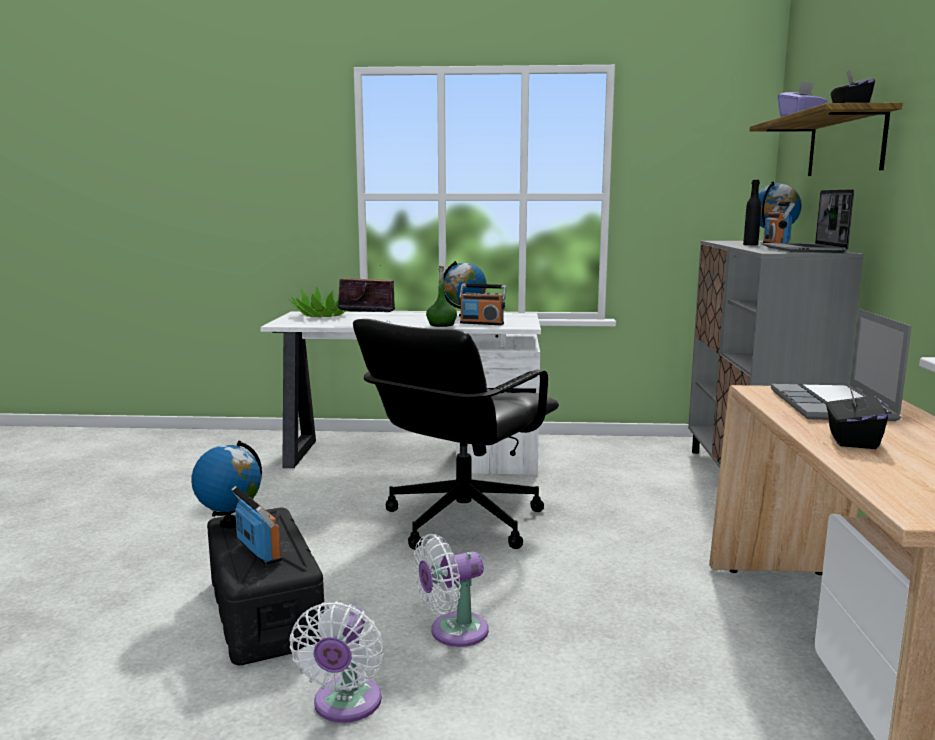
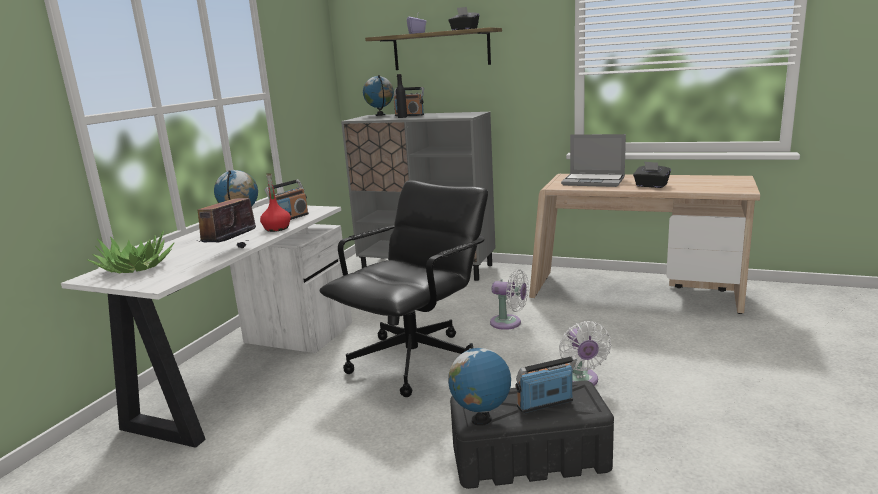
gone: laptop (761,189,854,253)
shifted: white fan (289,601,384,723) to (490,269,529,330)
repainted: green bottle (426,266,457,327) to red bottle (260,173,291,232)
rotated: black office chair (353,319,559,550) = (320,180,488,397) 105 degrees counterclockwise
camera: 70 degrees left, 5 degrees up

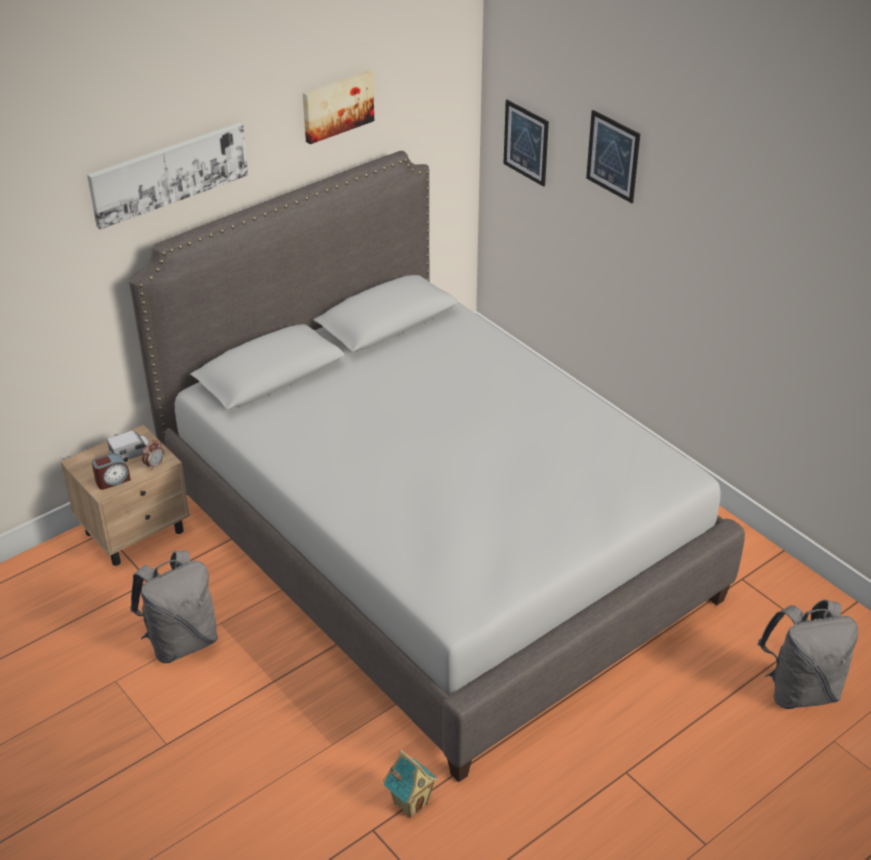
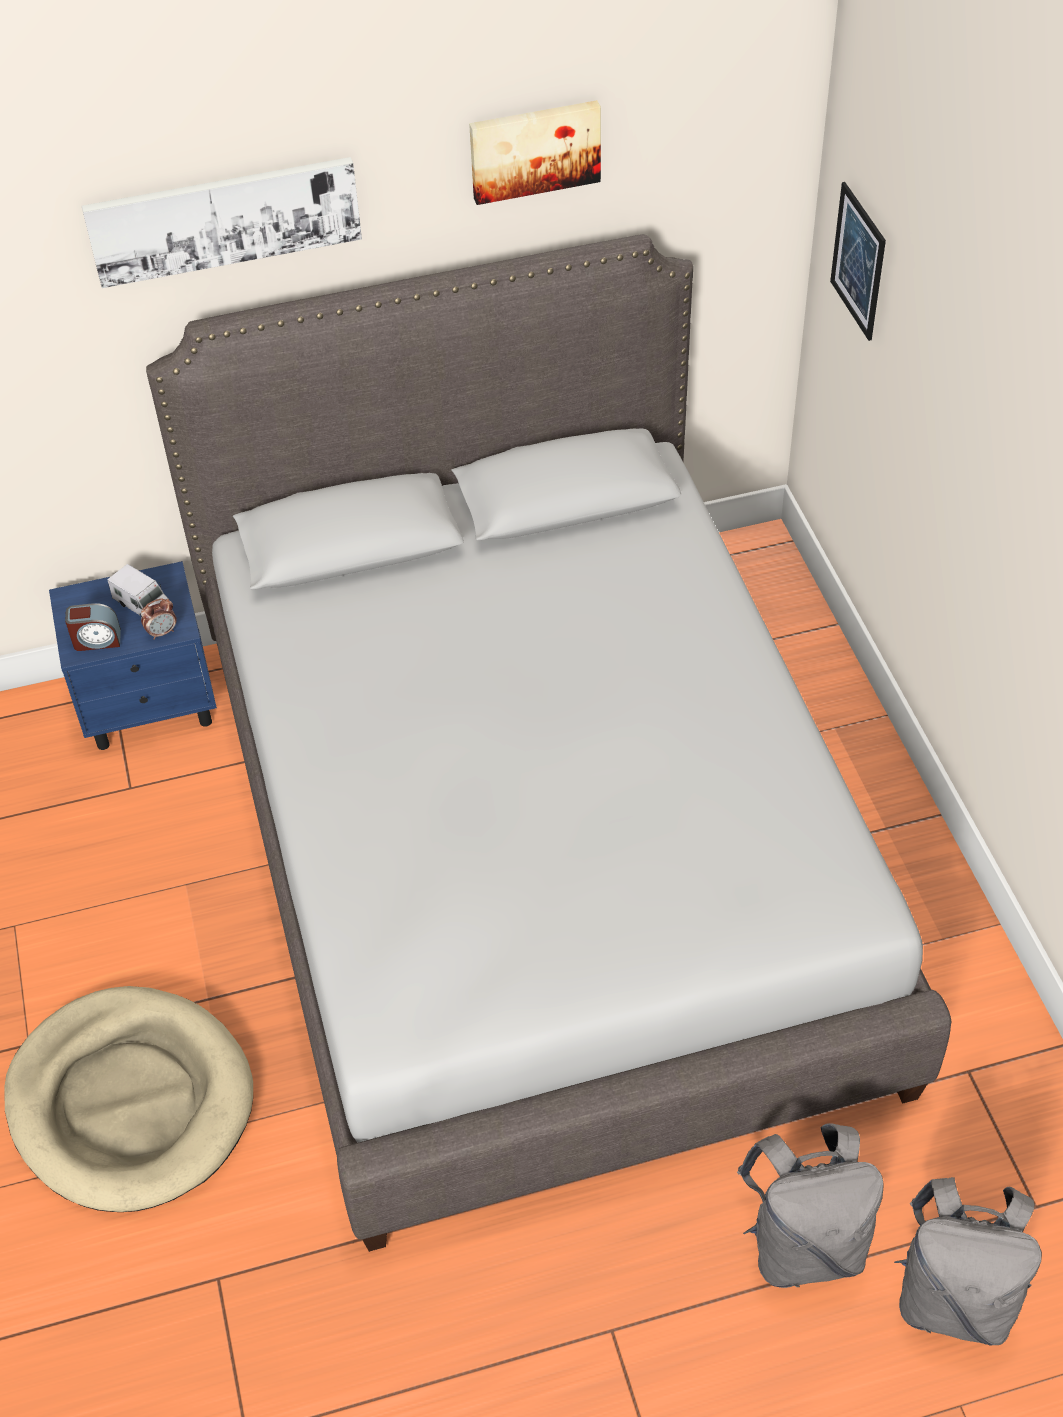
gone: toy house (383,750,438,818); picture (586,110,640,203)
new: beige dog bed (4,986,253,1212)
shifted: grey backpack (130,551,218,663) to (737,1123,883,1288)
repainted: beige nightstand (61,425,190,566) to blue nightstand (49,561,217,750)
rotated: toy truck (107,430,150,462) = (108,564,169,617) 45 degrees clockwise
camera: 25 degrees right, 10 degrees up

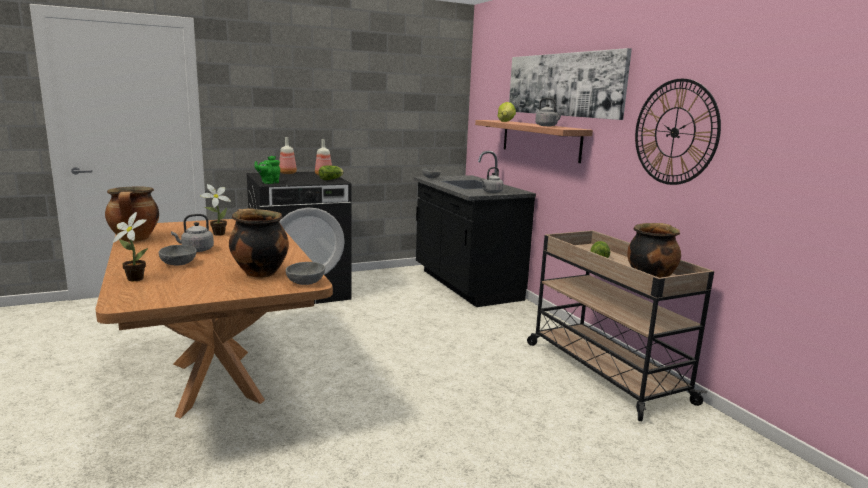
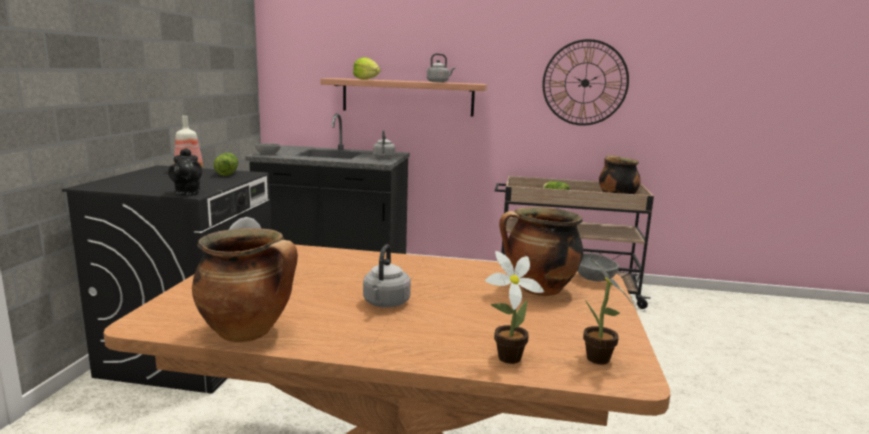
gone: grey bowl (159,245,197,265); bottle (279,137,297,174); picture (509,48,632,120)
shifted: potted plant (201,184,231,236) to (583,258,633,365)
repainted: green teapot (254,156,280,184) to black teapot (168,148,202,195)
camera: 55 degrees left, 0 degrees up

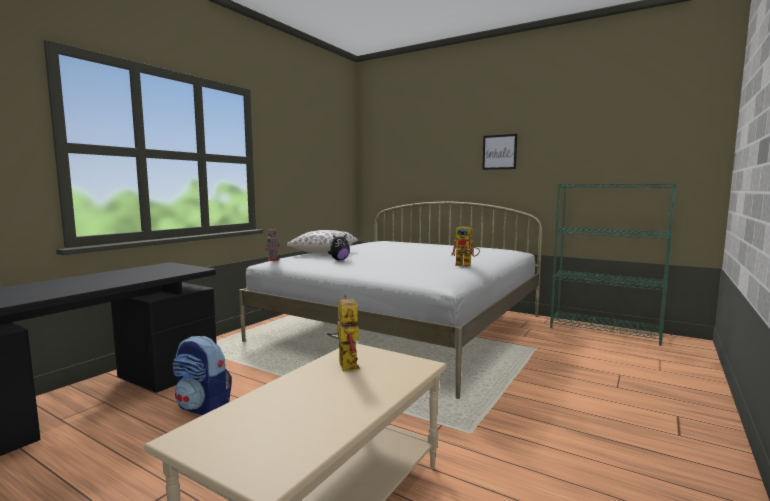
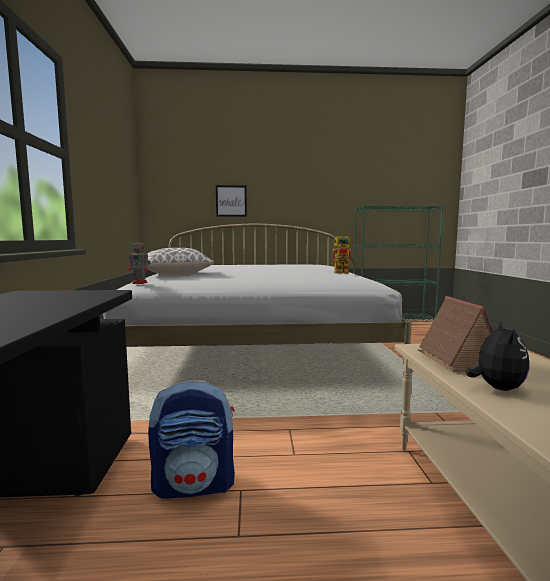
shifted: plush toy (328,235,350,260) to (466,320,530,391); picture (482,134,517,170) to (216,185,247,217)
swapped: toy robot (327,294,360,372) to toy house (418,296,493,372)
camera: 35 degrees left, 0 degrees up

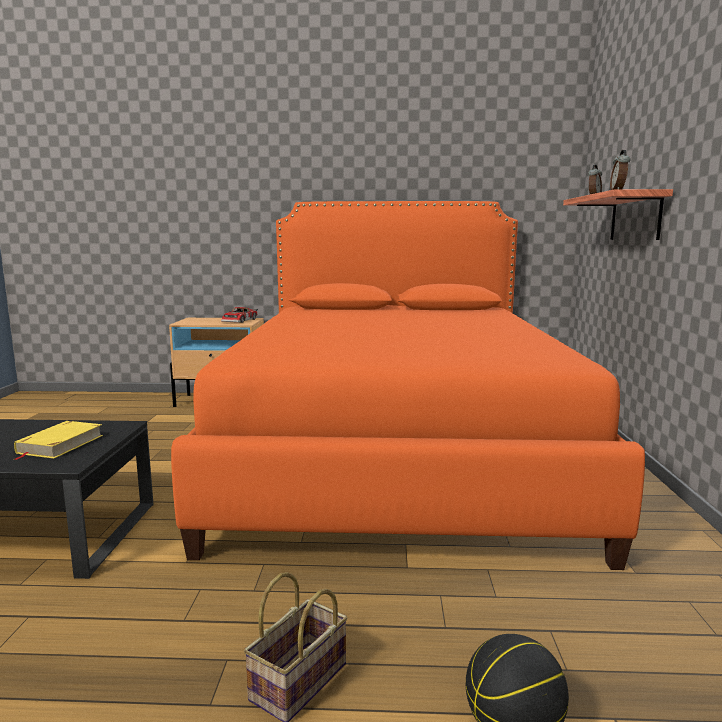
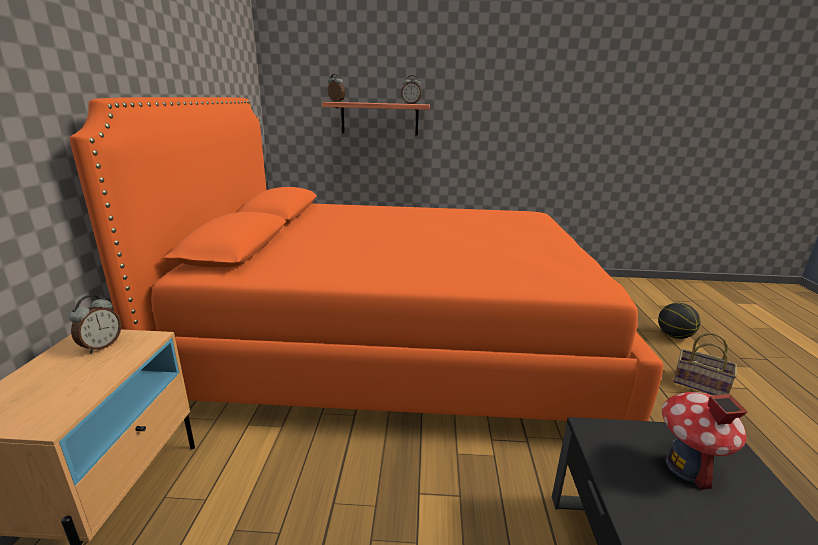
swapped: yellow book (14,421,103,460) to toy house (662,392,748,490); toy car (221,307,258,323) to alarm clock (69,295,122,353)
camera: 90 degrees left, 10 degrees up

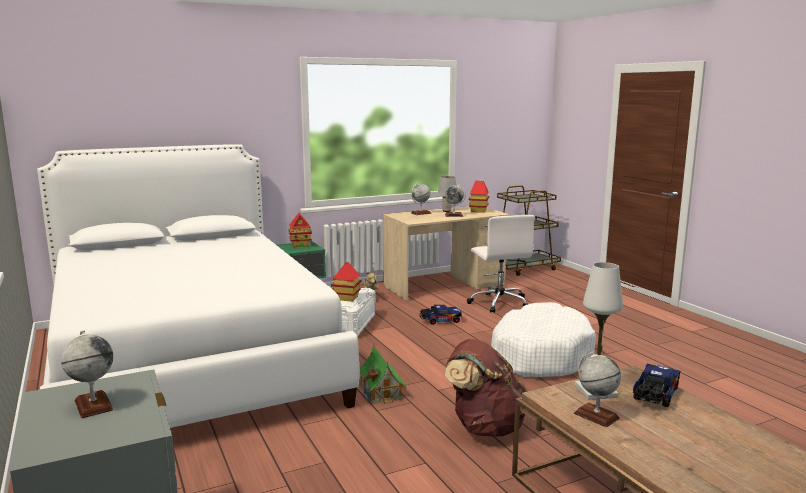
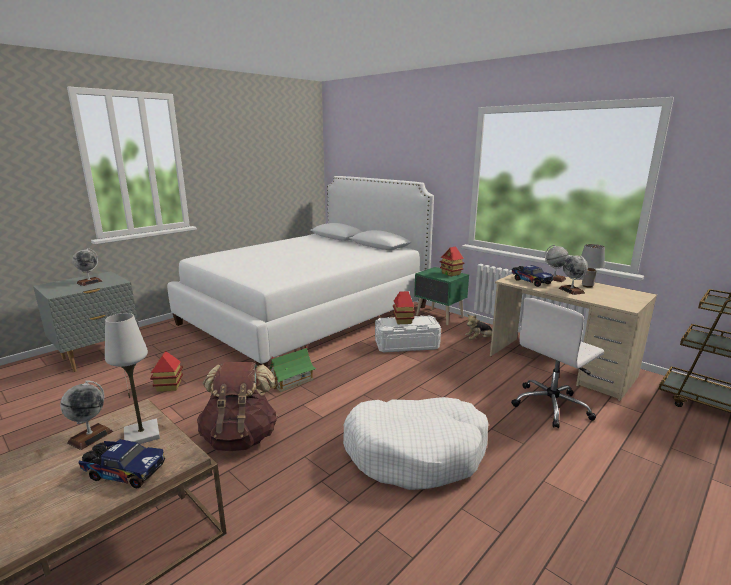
shifted: toy truck (420,305,462,325) to (512,265,553,287); toy house (469,181,489,213) to (150,351,183,392)
camera: 70 degrees right, 5 degrees up

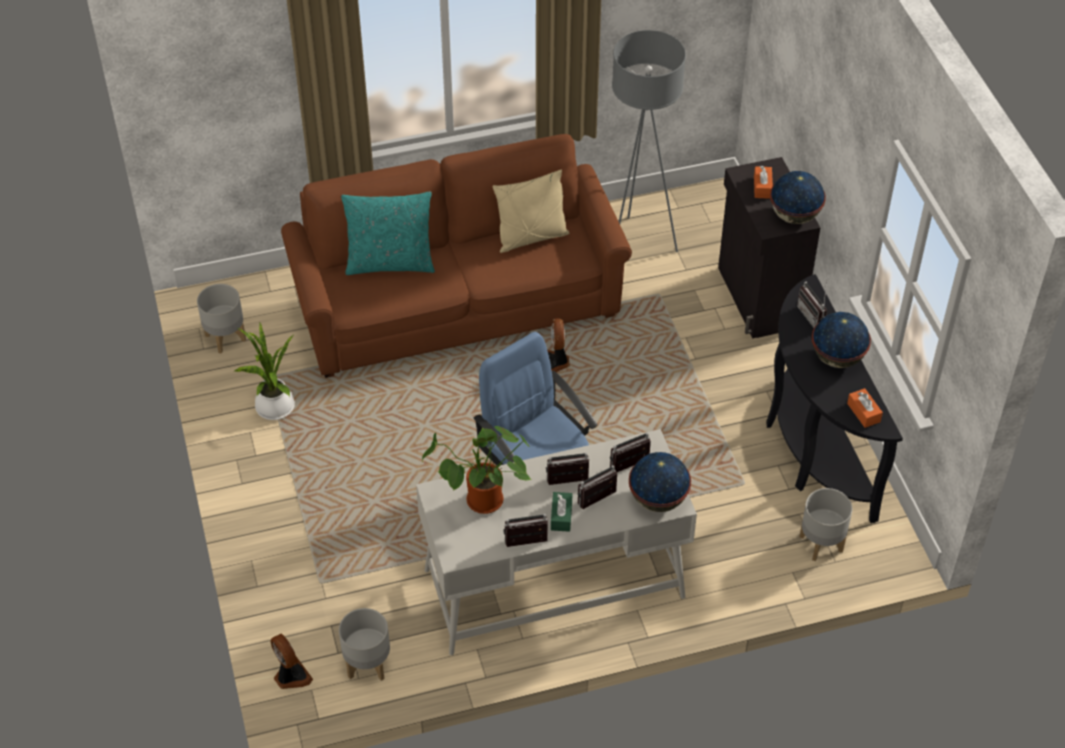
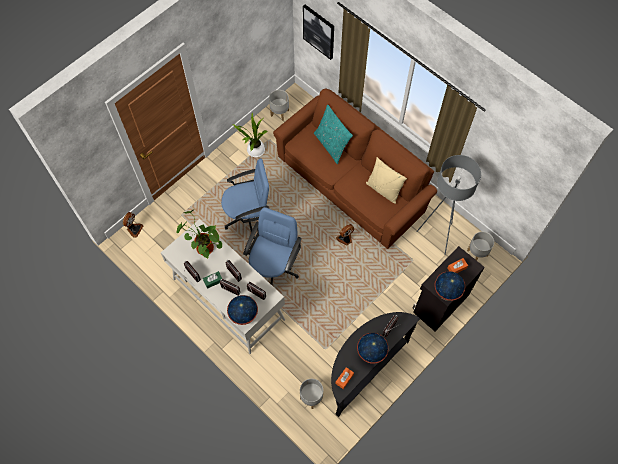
new: blue office chair (221,158,269,239); picture (303,5,334,60)
shifted: grey planter (339,608,390,681) to (467,231,494,260)
camera: 60 degrees right, 15 degrees up

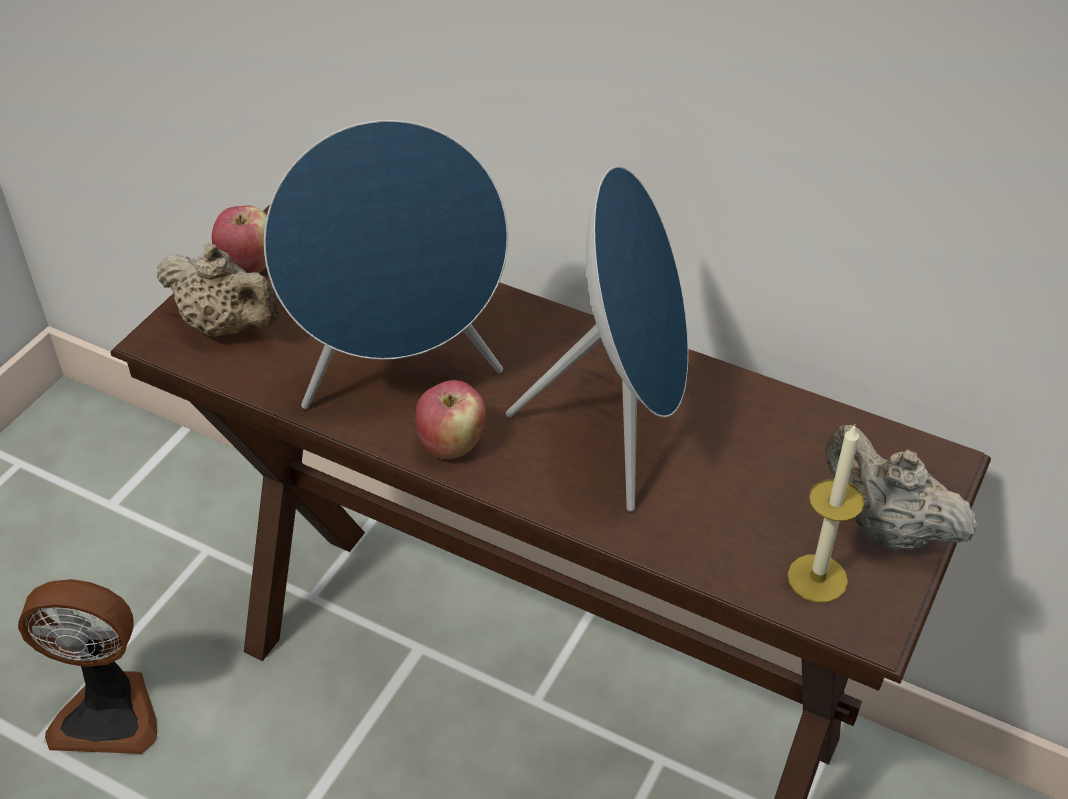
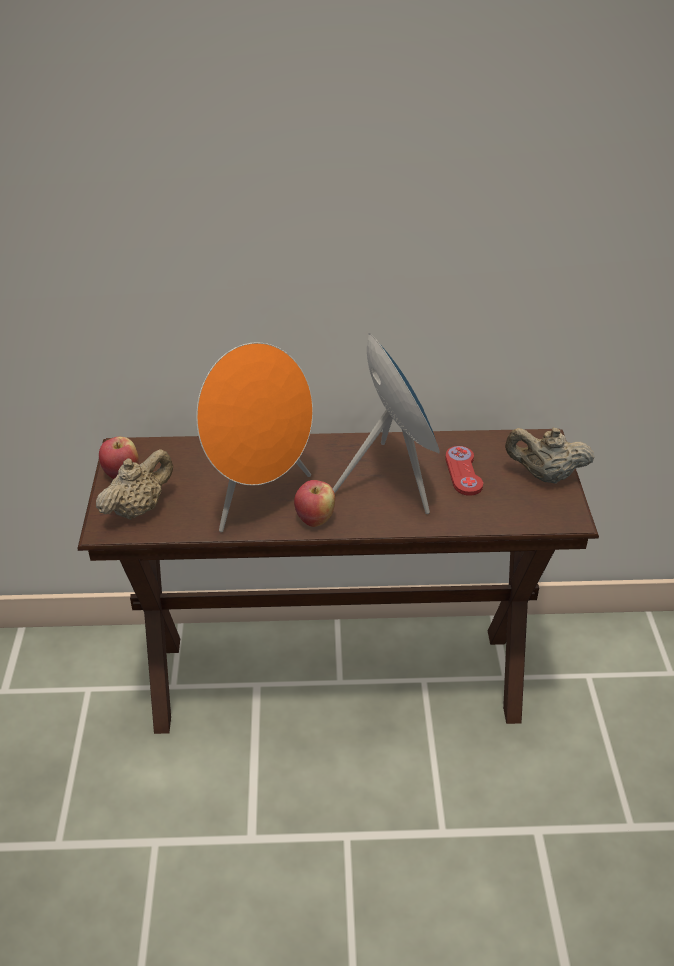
gone: fan (18,579,157,754); candle (788,424,864,603)
new: red game controller (445,446,483,496)
repainted: blue speaker (264,120,508,409) to orange speaker (196,342,313,532)
rotated: beige teapot (156,243,280,337) = (96,449,173,520) 45 degrees counterclockwise
camera: 30 degrees left, 5 degrees down

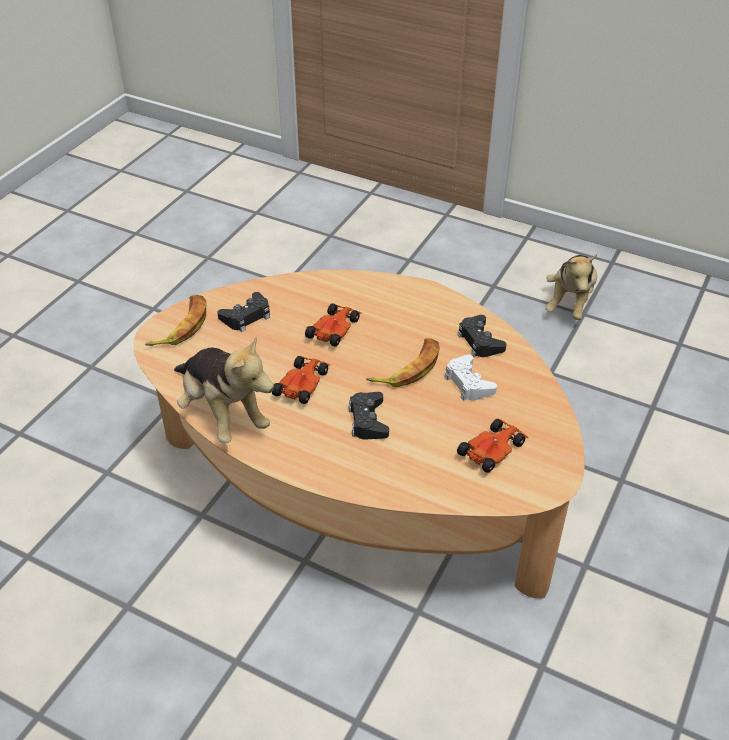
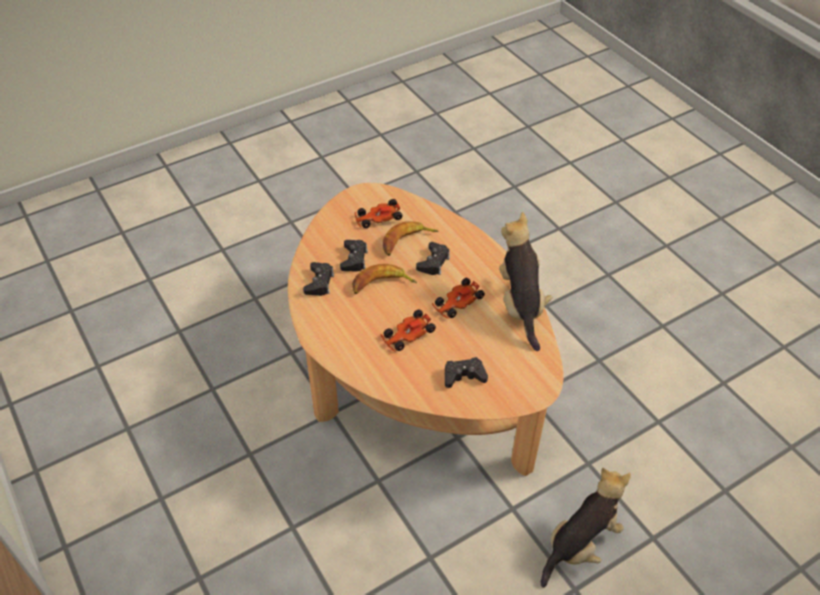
shifted: banana (145,295,206,346) to (382,221,439,256); plush toy (546,254,597,320) to (541,468,631,588)
repainted: white game controller (445,354,497,401) to black game controller (340,240,368,271)
camera: 150 degrees left, 5 degrees up

